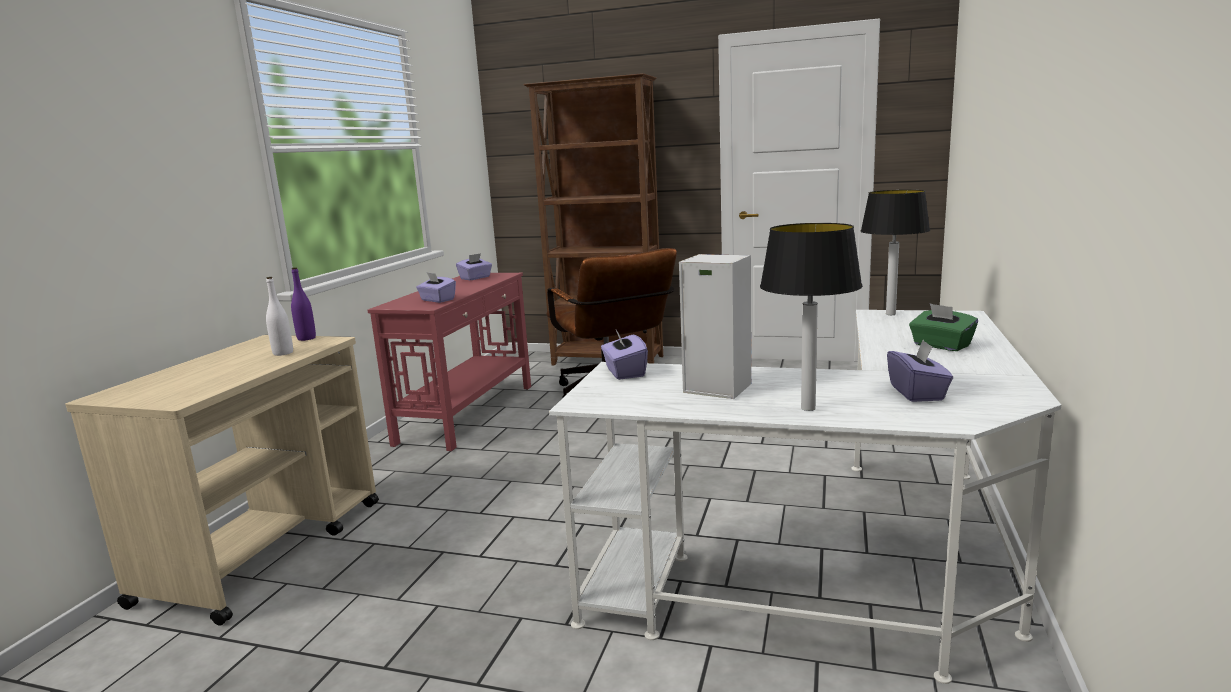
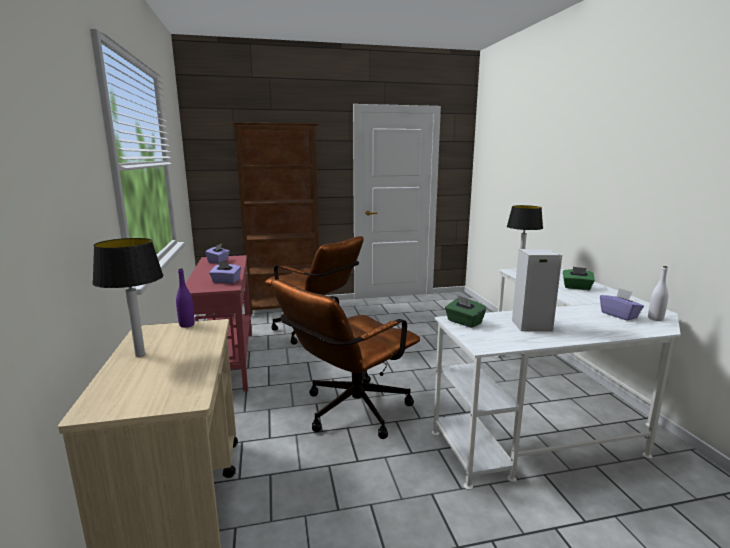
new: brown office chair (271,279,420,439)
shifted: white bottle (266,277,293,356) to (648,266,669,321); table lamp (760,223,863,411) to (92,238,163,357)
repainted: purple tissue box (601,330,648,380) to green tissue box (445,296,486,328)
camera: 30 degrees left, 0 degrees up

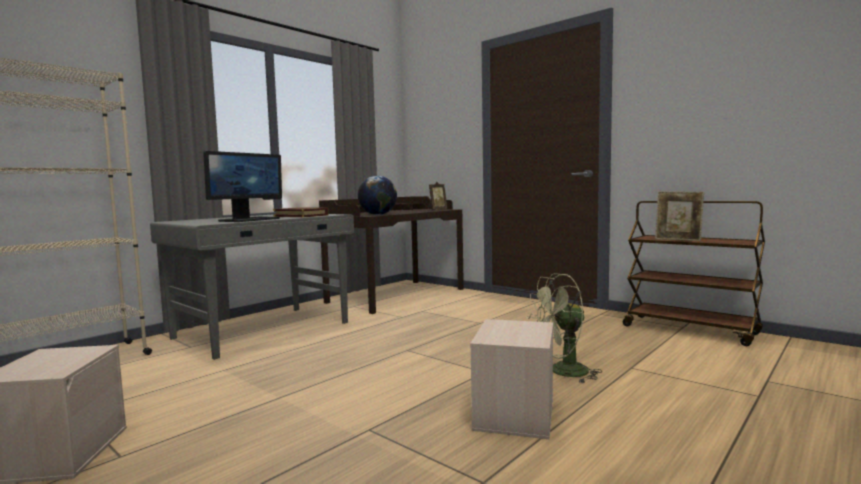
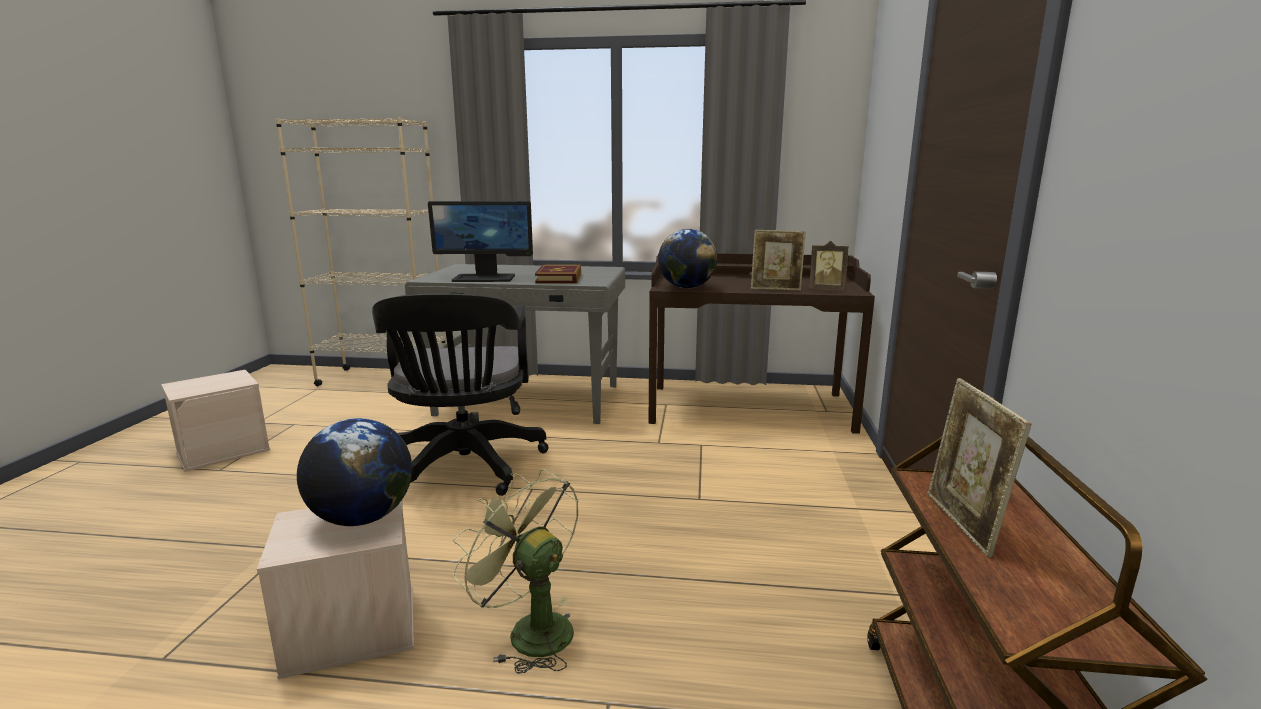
new: globe (297,418,412,526); black office chair (372,293,549,496); picture frame (751,230,806,291)
camera: 55 degrees right, 10 degrees up

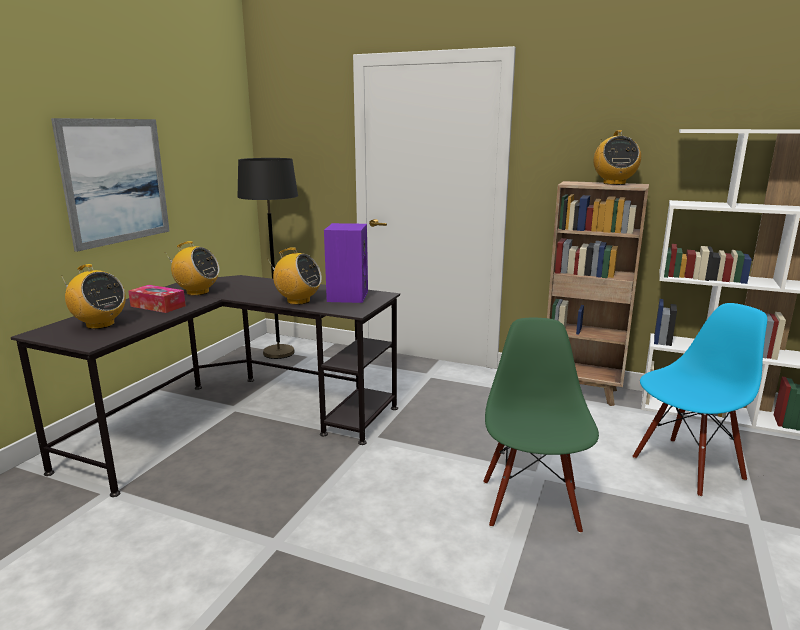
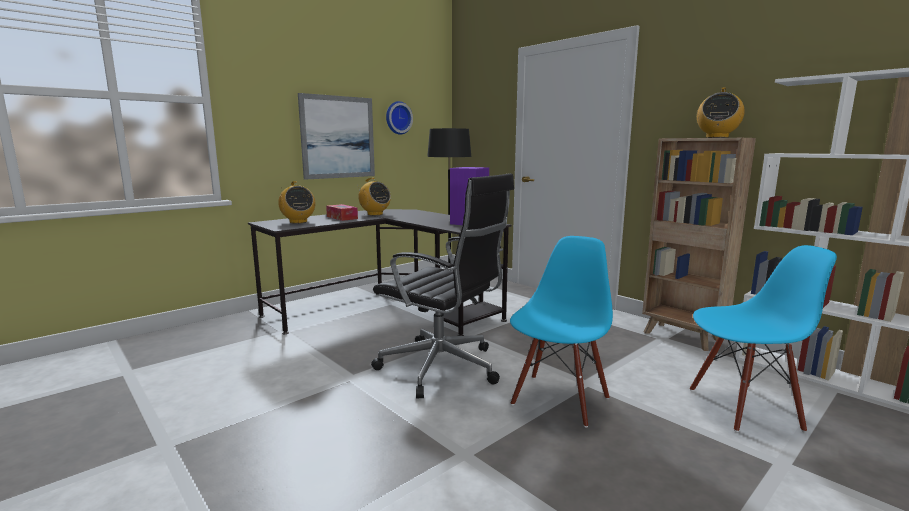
gone: radio (270,247,322,305)
new: black office chair (371,173,514,398); wall clock (386,101,413,135)
repainted: green chair (483,318,599,534) to blue chair (510,236,613,427)
camera: 25 degrees right, 5 degrees down

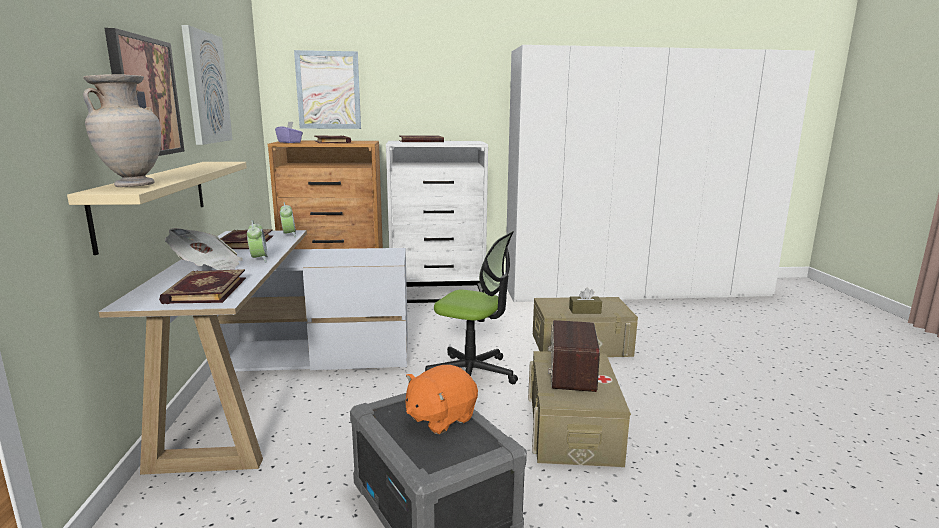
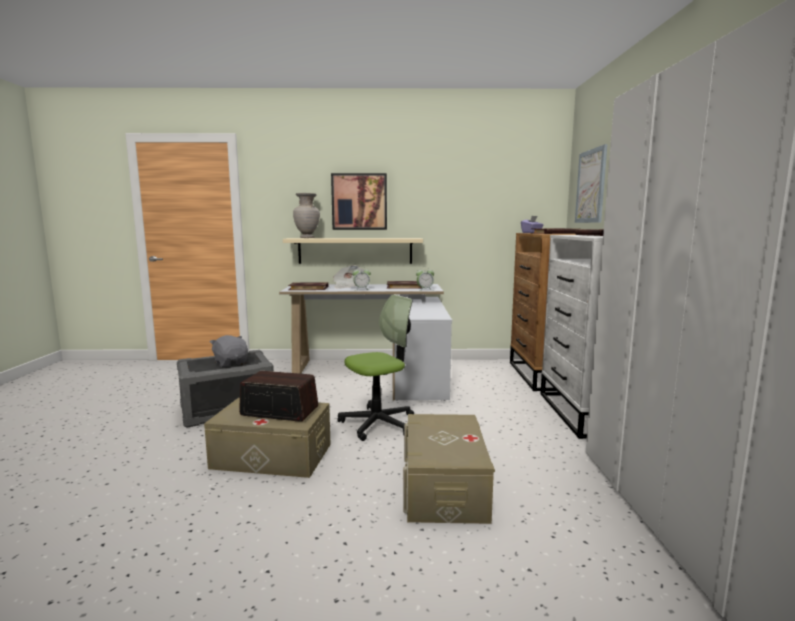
gone: picture (181,25,233,145); brown tissue box (569,288,602,314)
repainted: orange plush toy (406,365,478,434) to grey plush toy (210,335,248,368)
rotated: office chair (425,231,518,384) = (338,295,414,441) 150 degrees counterclockwise
camera: 95 degrees right, 5 degrees down

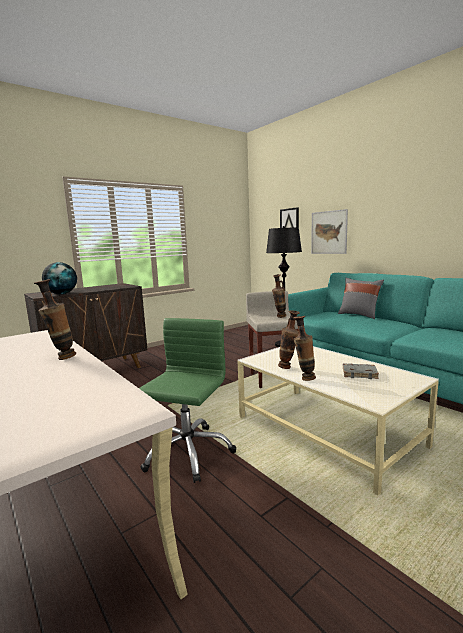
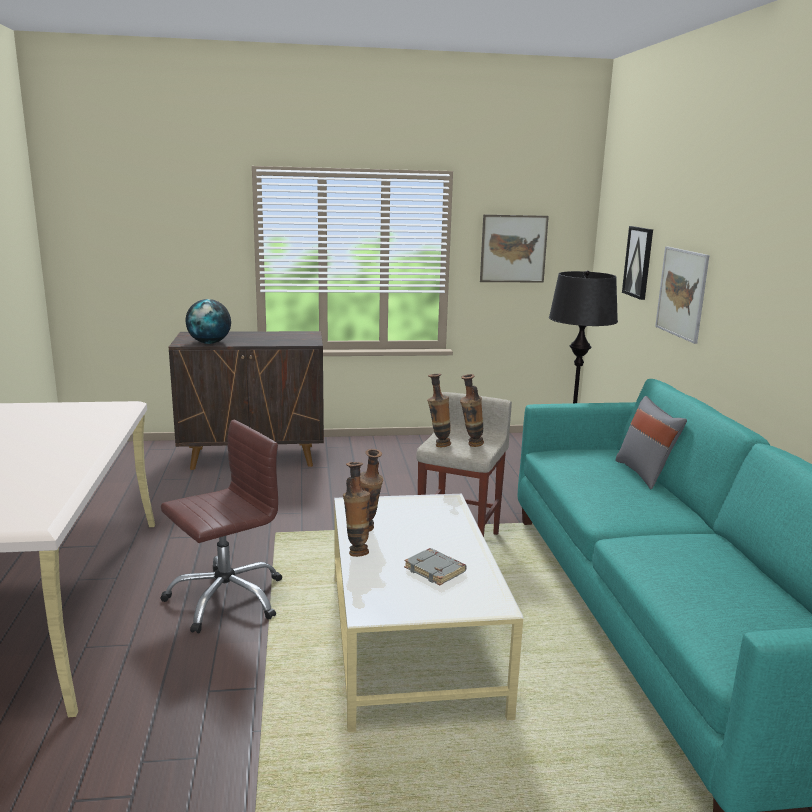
new: picture (480,214,549,282)
shifted: vase (34,279,76,360) to (427,374,451,447)
repainted: green office chair (139,318,236,483) to brown office chair (160,420,282,633)
camera: 30 degrees right, 5 degrees up

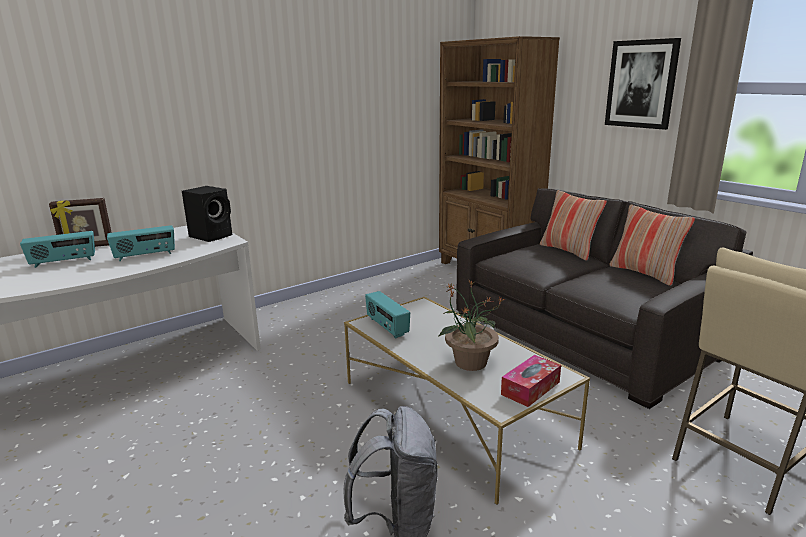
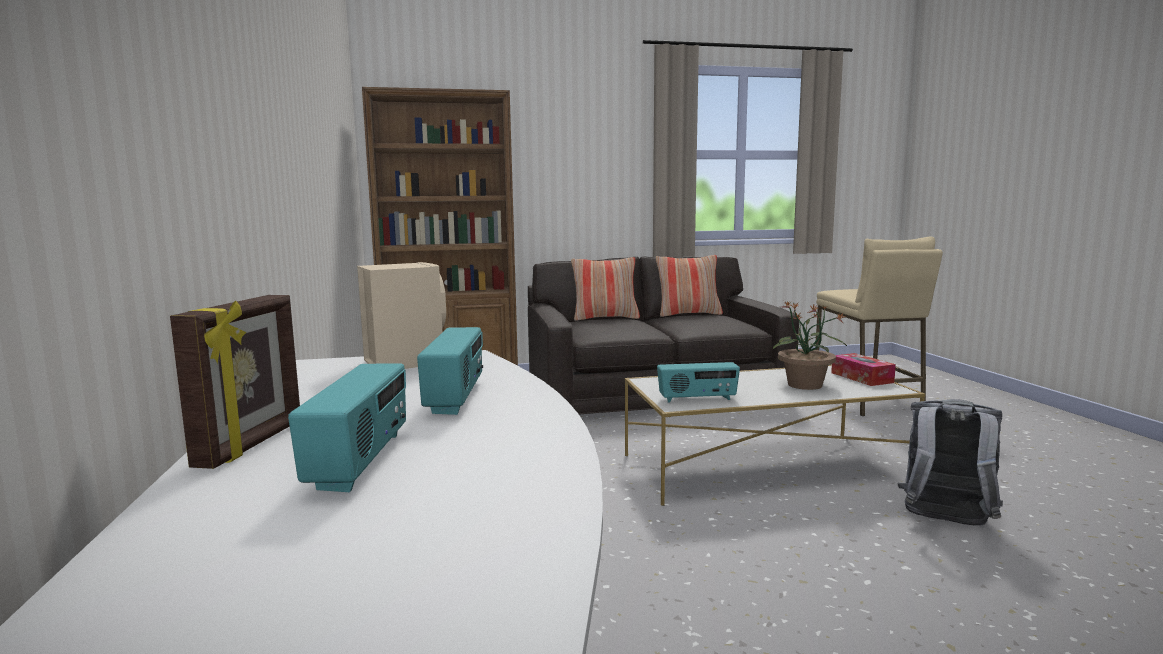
gone: picture (605,38,681,130)
repainted: black speaker (182,186,232,242) to beige speaker (357,262,446,369)
camera: 65 degrees left, 10 degrees down

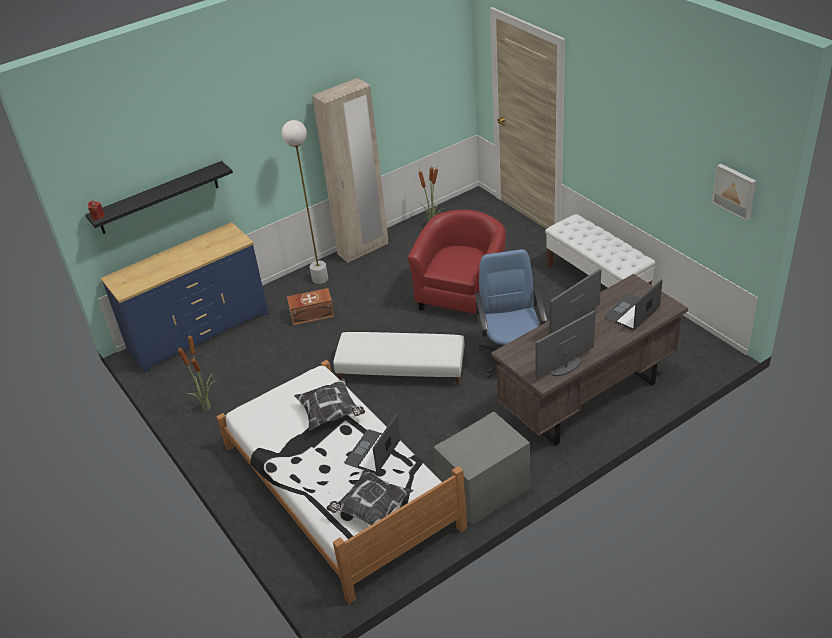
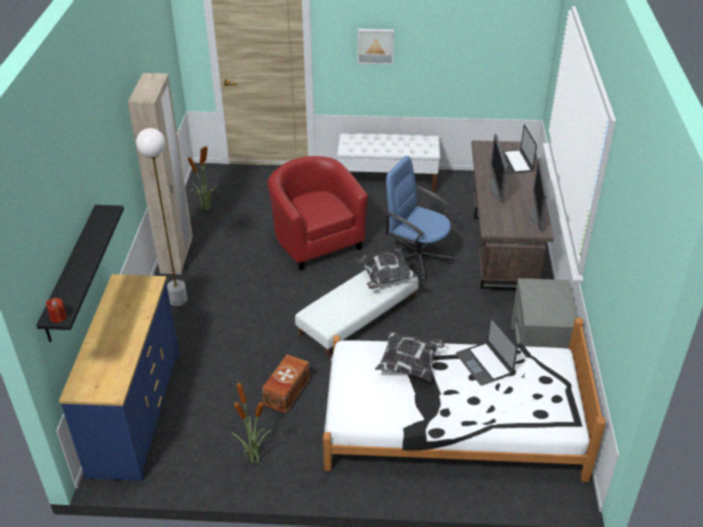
shifted: brown storage box (287,288,335,326) to (262,355,310,413); pillow (327,468,413,525) to (356,248,418,289); picture (712,164,756,221) to (358,29,394,65)
camera: 55 degrees left, 0 degrees up

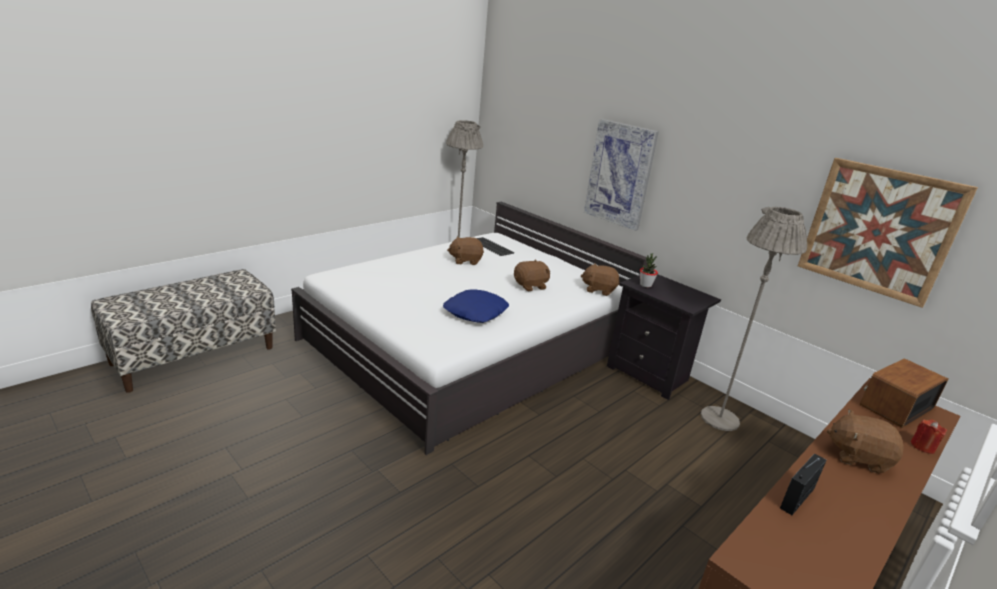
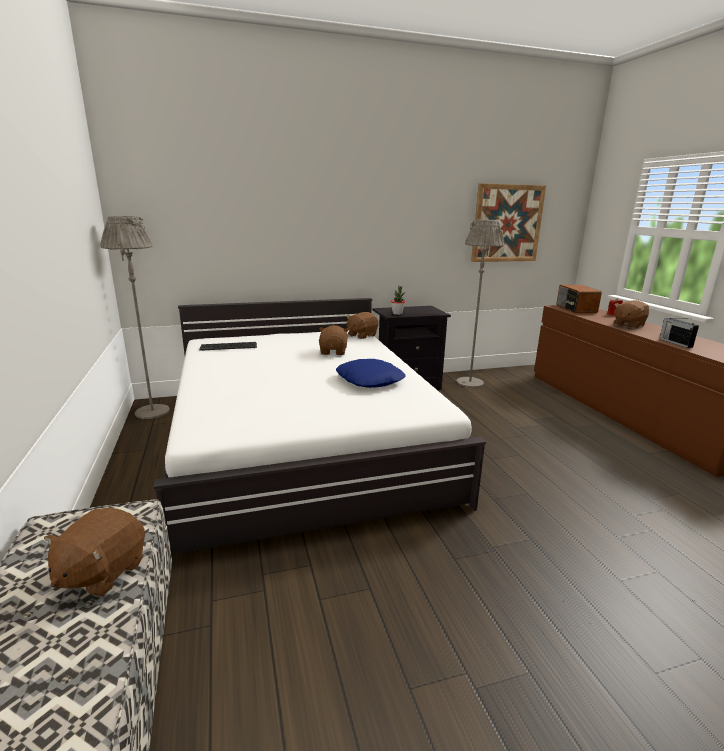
gone: picture (584,119,659,231)
shifted: brown plush toy (447,237,484,265) to (44,508,145,597)
camera: 60 degrees left, 5 degrees down

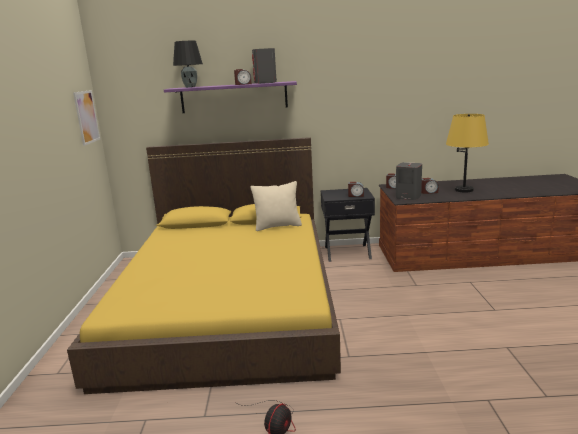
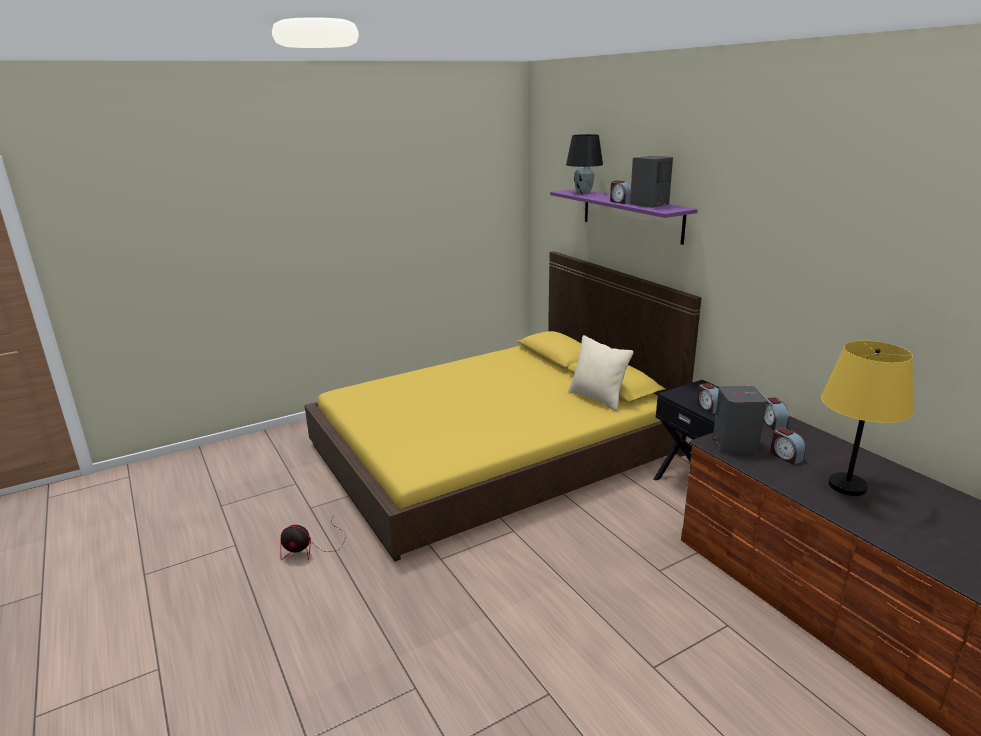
gone: picture (73,90,100,146)
camera: 60 degrees right, 5 degrees up

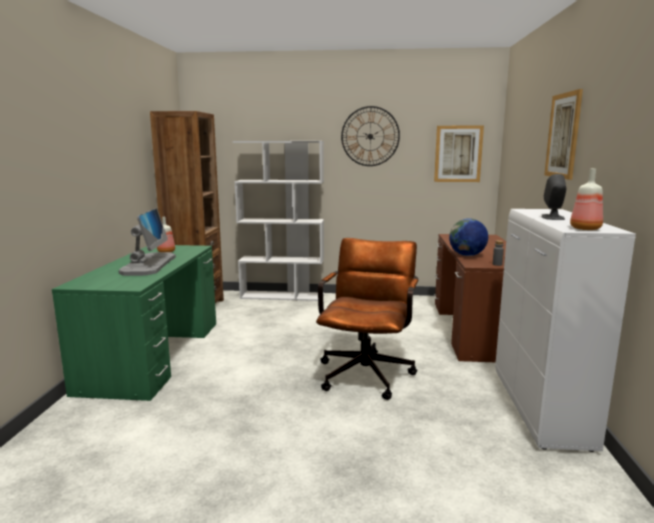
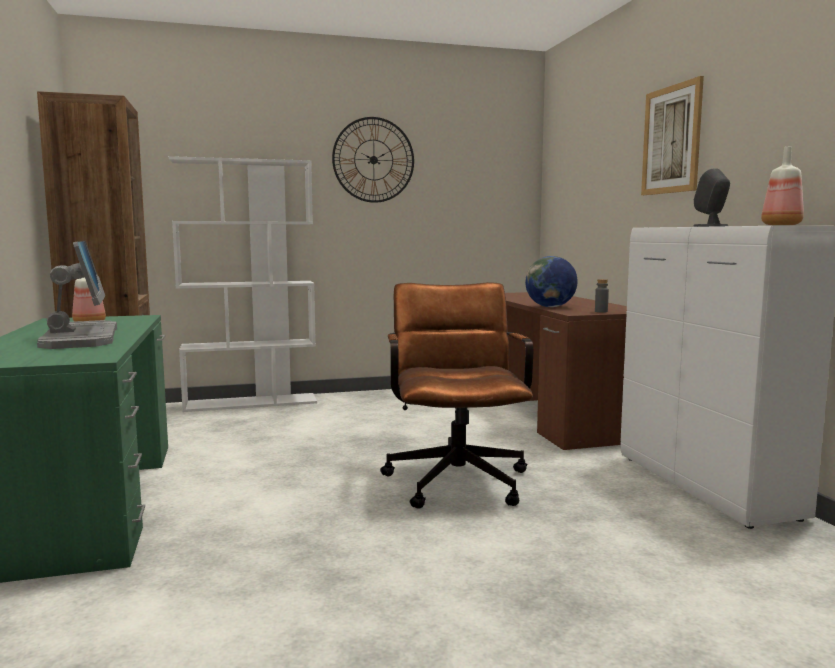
gone: picture (434,126,484,182)
camera: 20 degrees left, 5 degrees down

